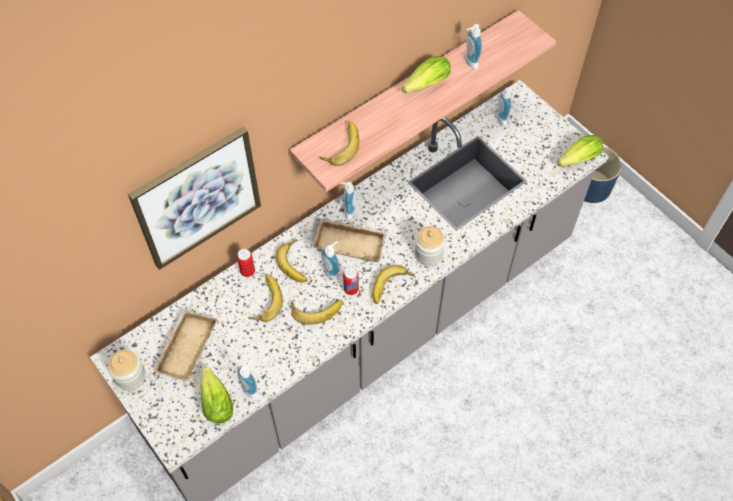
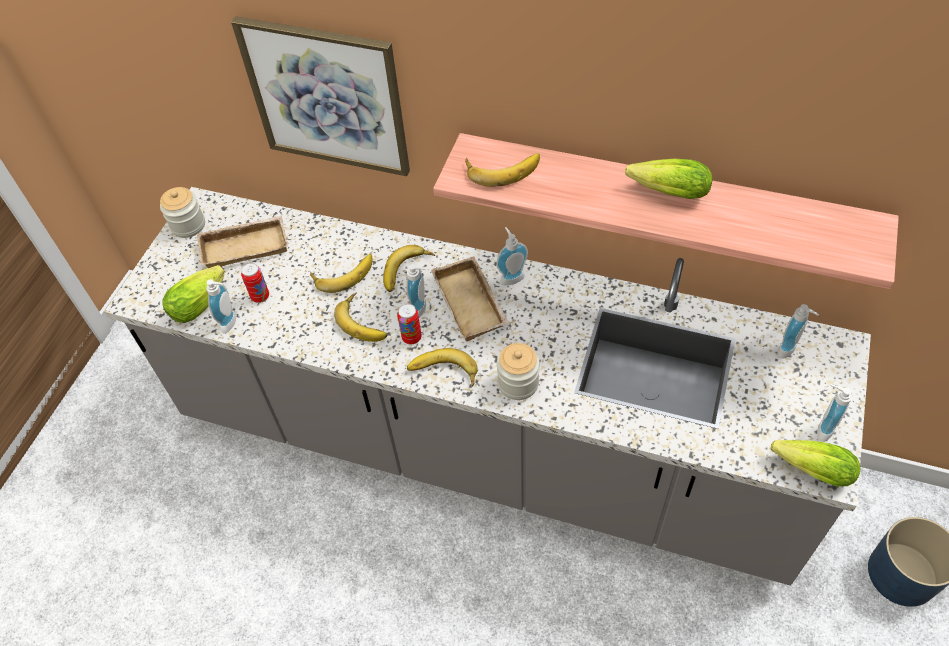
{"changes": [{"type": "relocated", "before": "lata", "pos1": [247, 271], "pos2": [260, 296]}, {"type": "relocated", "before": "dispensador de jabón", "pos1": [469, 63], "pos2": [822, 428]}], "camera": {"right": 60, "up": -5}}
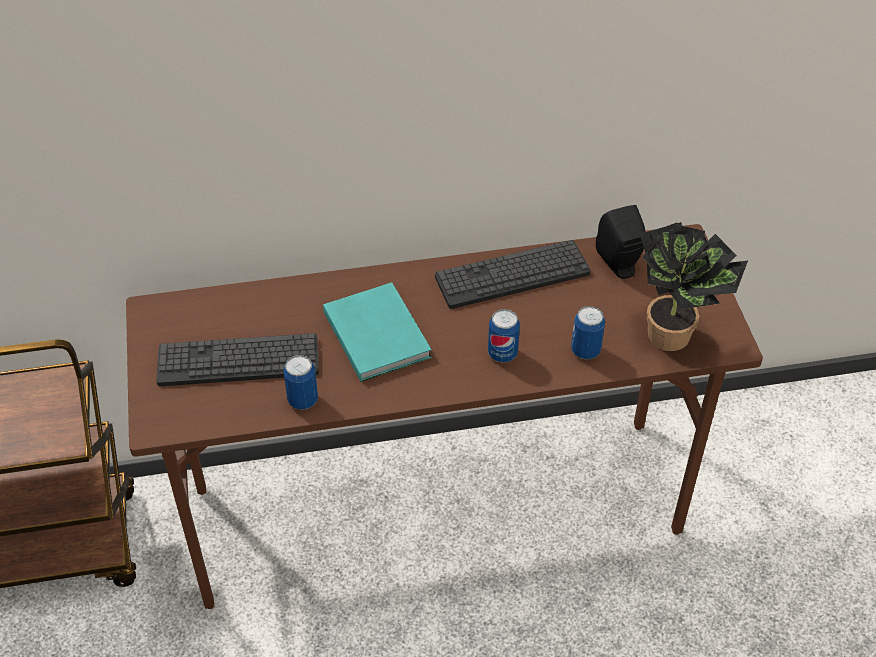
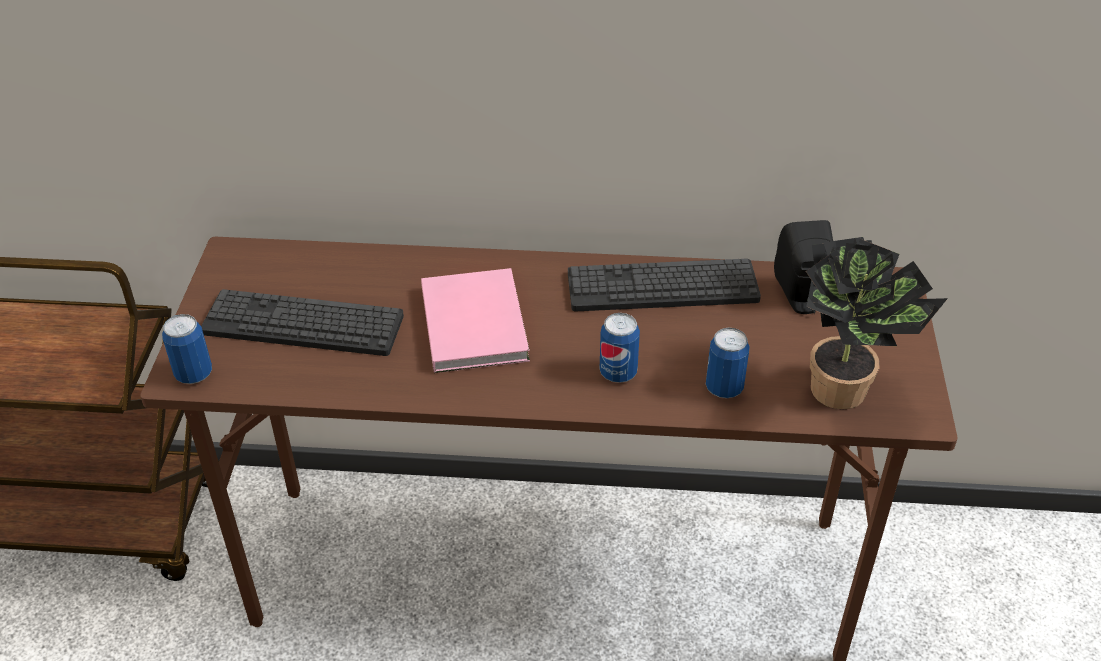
{"changes": [{"type": "relocated", "before": "lata", "pos1": [303, 400], "pos2": [194, 374]}, {"type": "colour", "before": "libro (turquesa)", "after": "libro (rosa)", "pos1": [377, 332], "pos2": [475, 322]}], "camera": {"right": 15, "up": -5}}
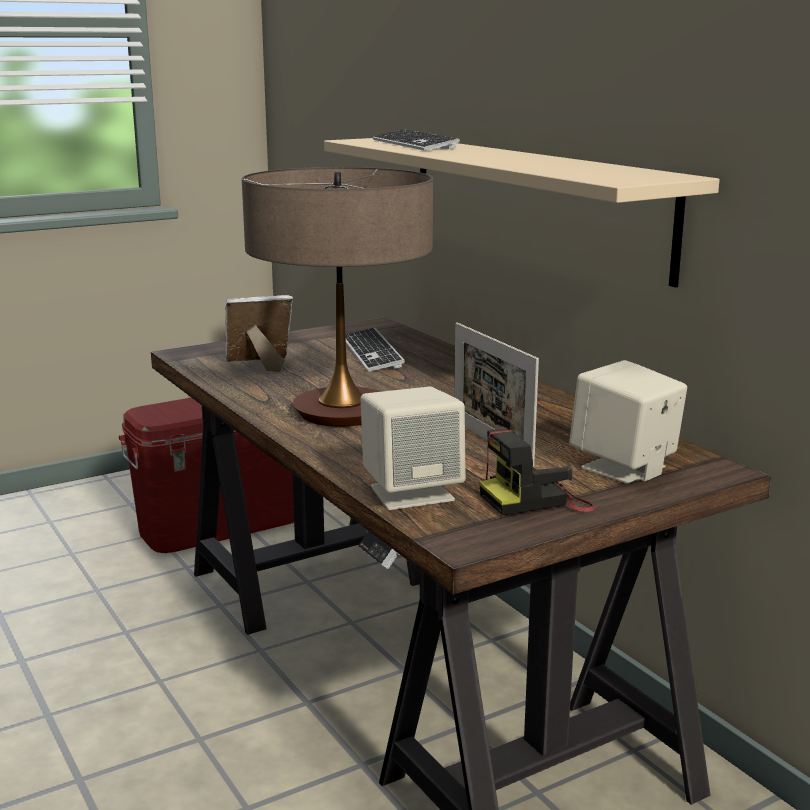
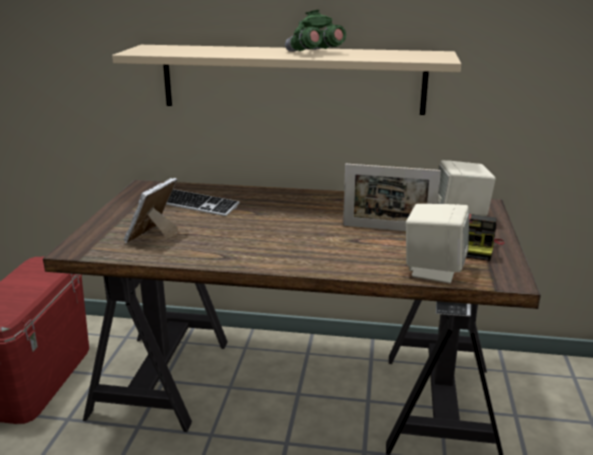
{"changes": [{"type": "appeared", "after": "prismáticos (verde)", "pos2": [314, 53]}, {"type": "missing", "before": "lámpara de mesa", "pos1": [342, 413]}, {"type": "missing", "before": "teclado", "pos1": [414, 144]}], "camera": {"right": -50, "up": 5}}
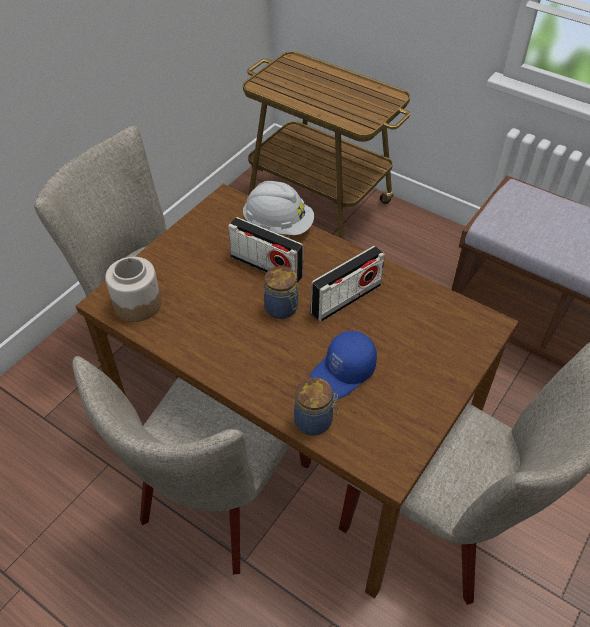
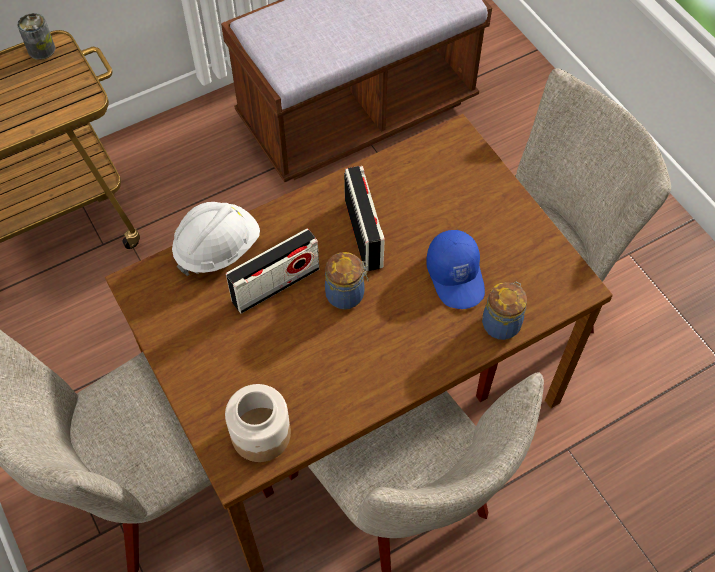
{"changes": [{"type": "appeared", "after": "lata", "pos2": [41, 49]}], "camera": {"right": -65, "up": 10}}
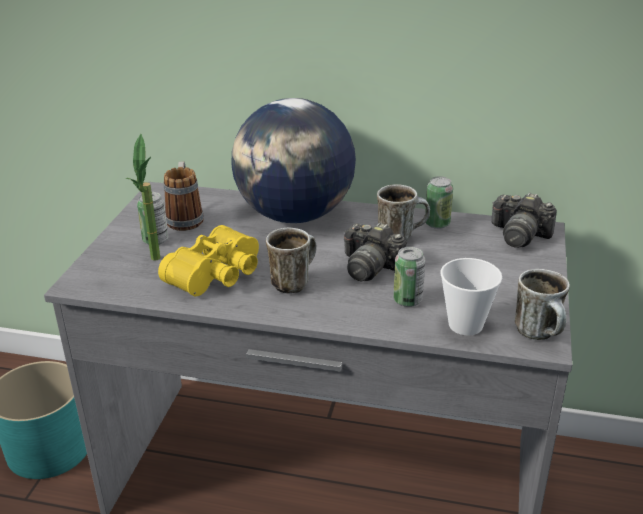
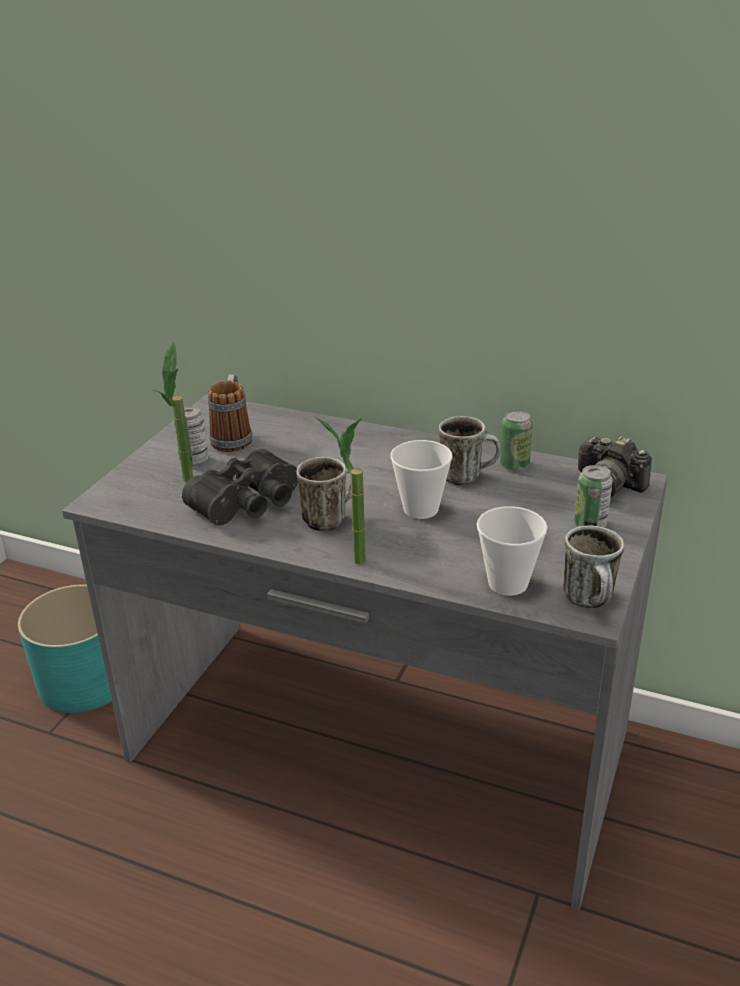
{"changes": [{"type": "colour", "before": "prismáticos (amarillo)", "after": "prismáticos (negro)", "pos1": [218, 275], "pos2": [250, 504]}, {"type": "appeared", "after": "planta en maceta", "pos2": [349, 557]}, {"type": "exchanged", "before": "cámara", "after": "taza", "pos1": [370, 267], "pos2": [421, 509]}, {"type": "relocated", "before": "lata", "pos1": [407, 300], "pos2": [590, 525]}, {"type": "missing", "before": "globo terráqueo", "pos1": [294, 216]}], "camera": {"right": 10, "up": 0}}
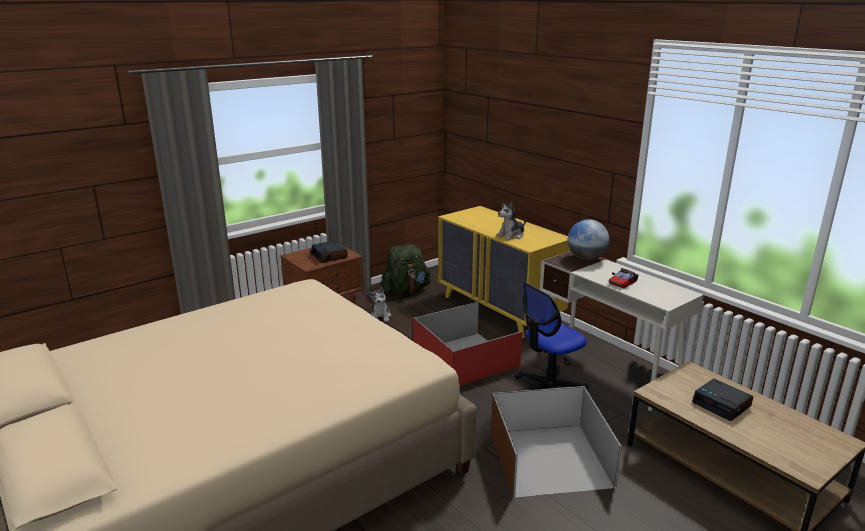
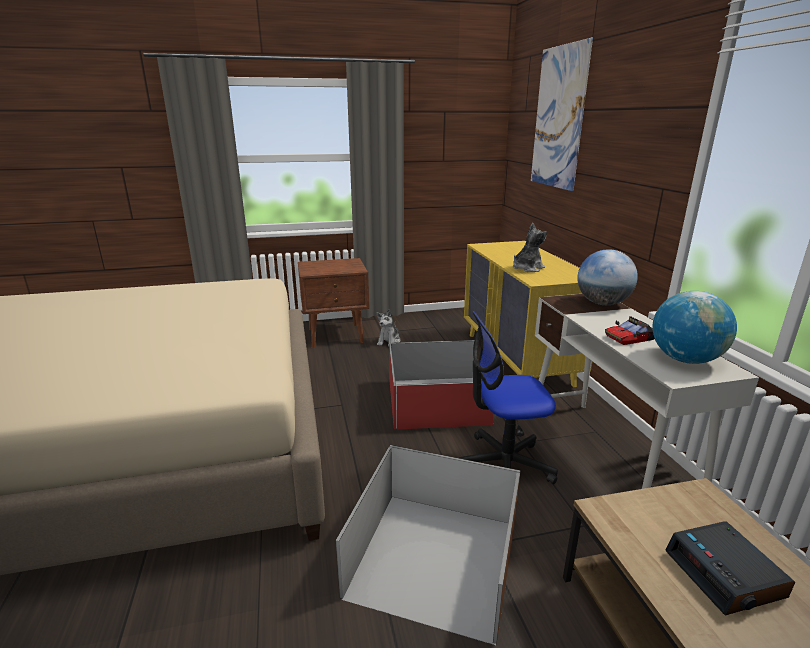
{"changes": [{"type": "spun", "before": "peluche", "pos1": [511, 235], "pos2": [527, 268], "turn": 150}, {"type": "appeared", "after": "cuadro", "pos2": [558, 118]}, {"type": "appeared", "after": "globo terráqueo", "pos2": [685, 359]}, {"type": "missing", "before": "despertador", "pos1": [329, 256]}, {"type": "missing", "before": "mochila (verde)", "pos1": [405, 291]}], "camera": {"right": 25, "up": 0}}
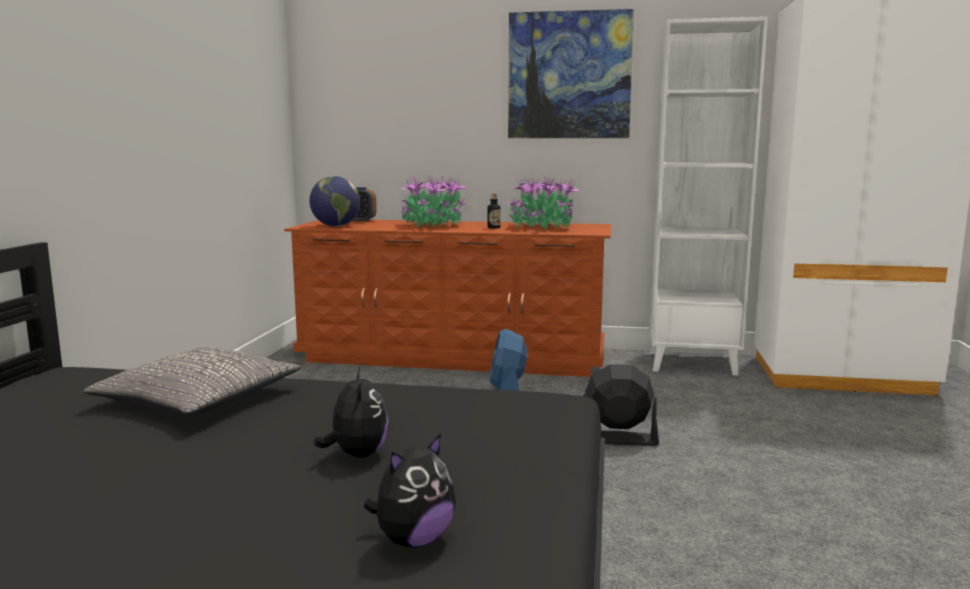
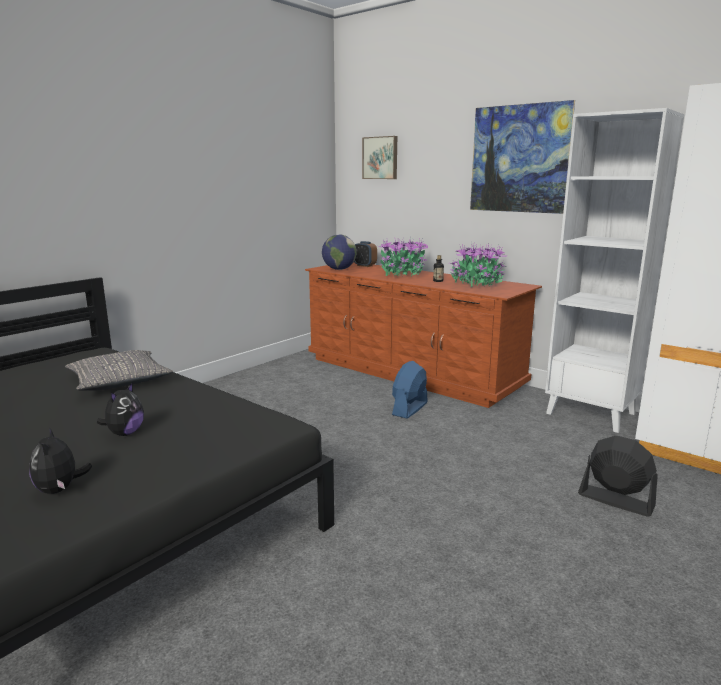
{"changes": [{"type": "spun", "before": "peluche", "pos1": [413, 540], "pos2": [60, 489], "turn": 90}, {"type": "appeared", "after": "cuadro", "pos2": [380, 158]}, {"type": "relocated", "before": "ventilador (negro)", "pos1": [617, 439], "pos2": [615, 500]}], "camera": {"right": 30, "up": 5}}
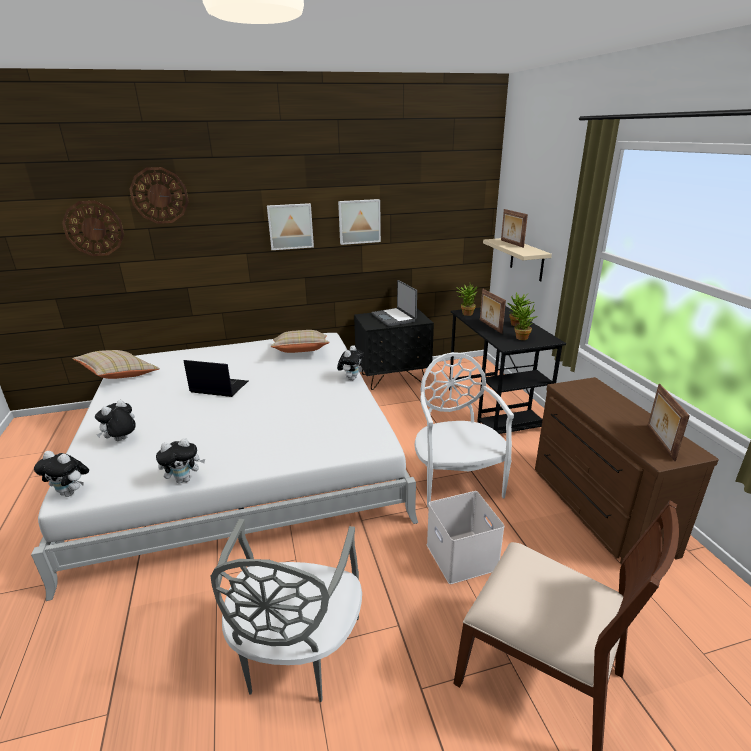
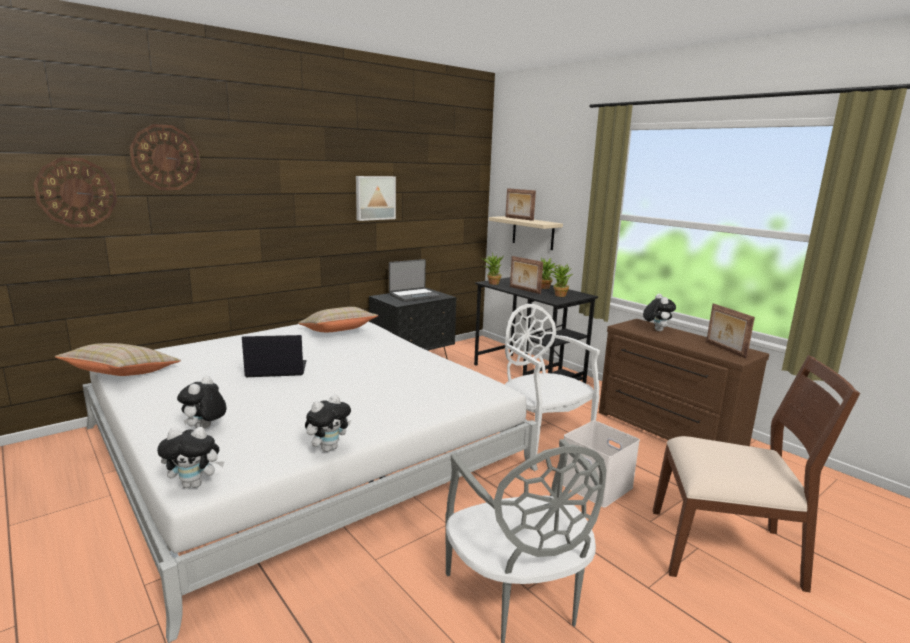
{"changes": [{"type": "spun", "before": "portátil", "pos1": [394, 318], "pos2": [414, 296], "turn": -75}, {"type": "relocated", "before": "peluche", "pos1": [351, 378], "pos2": [656, 330]}, {"type": "missing", "before": "cuadro", "pos1": [290, 226]}], "camera": {"right": -25, "up": -10}}
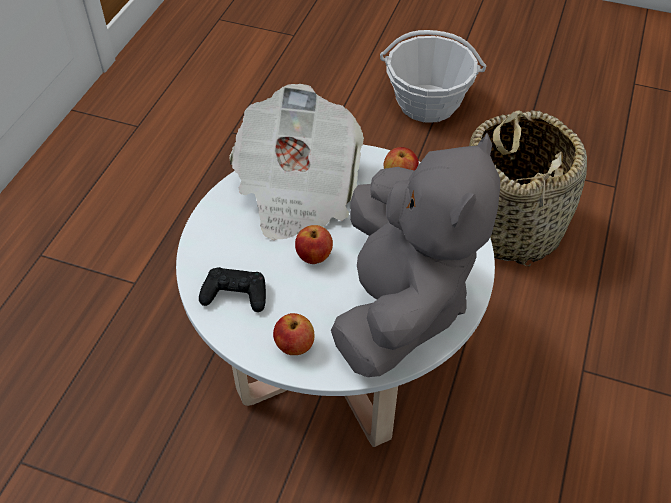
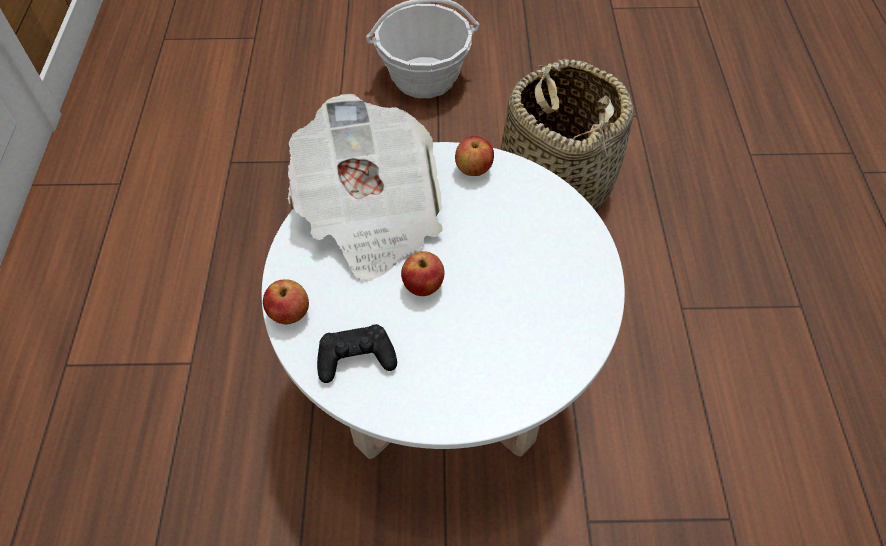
{"changes": [{"type": "relocated", "before": "manzana", "pos1": [294, 346], "pos2": [289, 314]}, {"type": "missing", "before": "peluche (gris)", "pos1": [399, 305]}], "camera": {"right": -20, "up": 5}}
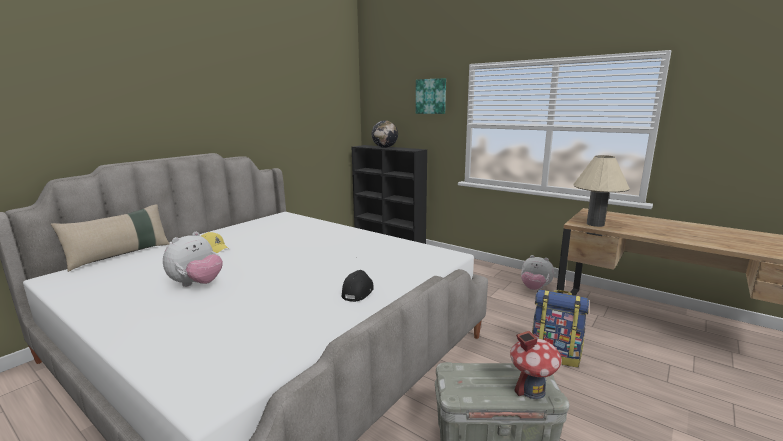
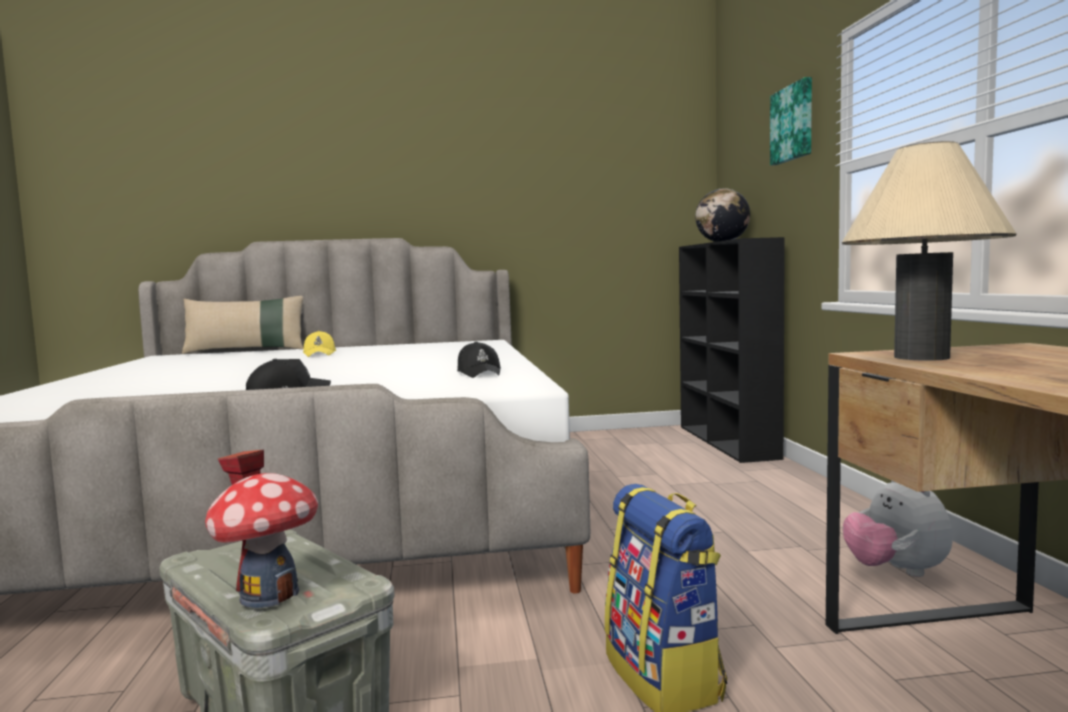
{"changes": [{"type": "appeared", "after": "gorra (negro)", "pos2": [479, 373]}, {"type": "missing", "before": "peluche", "pos1": [197, 284]}], "camera": {"right": 45, "up": -10}}
